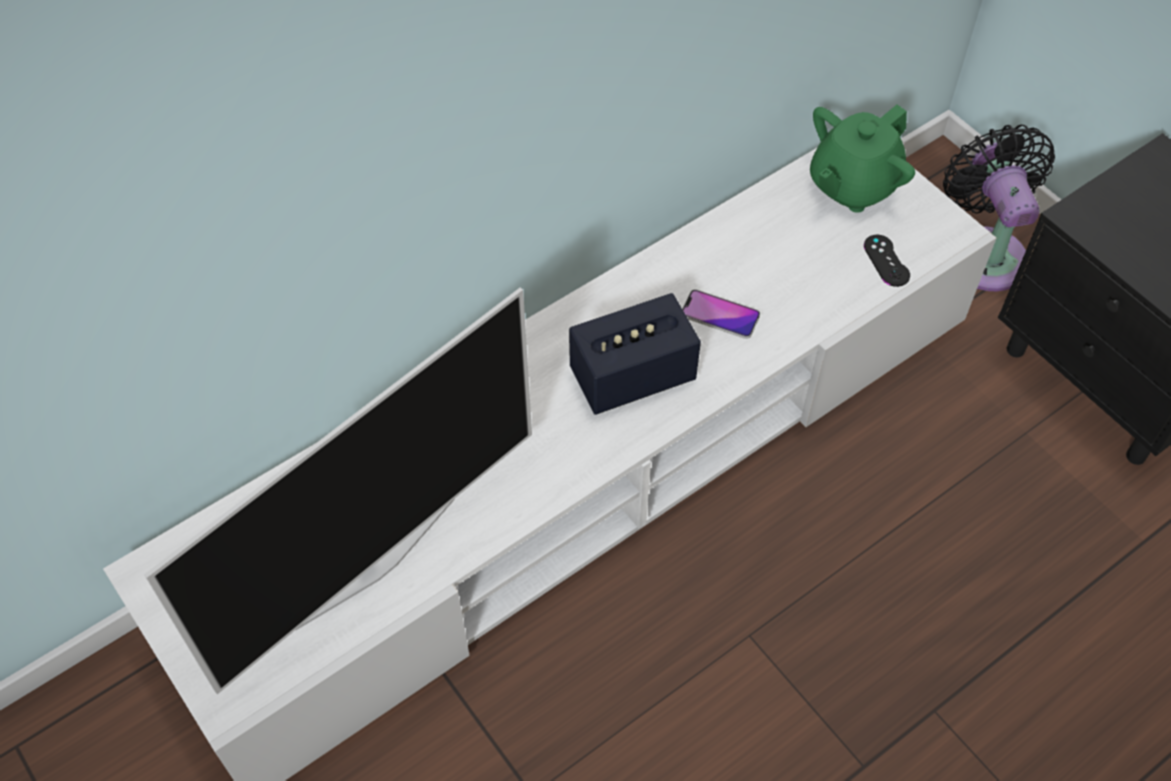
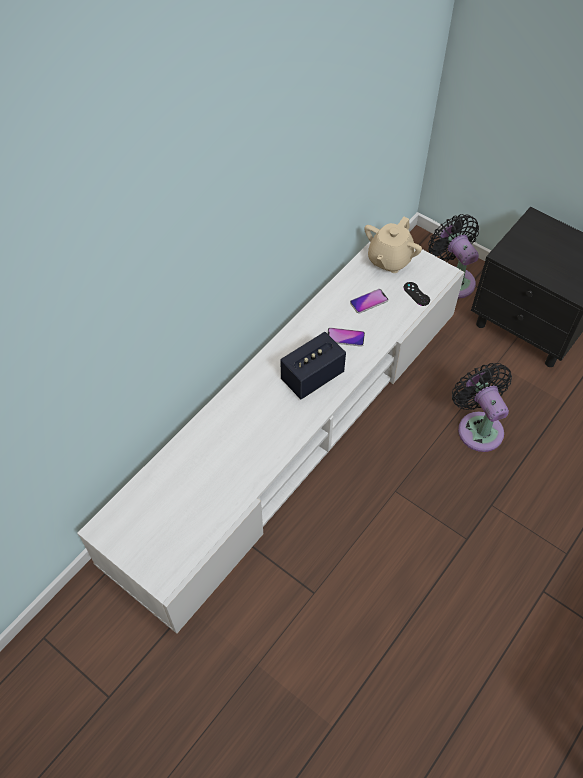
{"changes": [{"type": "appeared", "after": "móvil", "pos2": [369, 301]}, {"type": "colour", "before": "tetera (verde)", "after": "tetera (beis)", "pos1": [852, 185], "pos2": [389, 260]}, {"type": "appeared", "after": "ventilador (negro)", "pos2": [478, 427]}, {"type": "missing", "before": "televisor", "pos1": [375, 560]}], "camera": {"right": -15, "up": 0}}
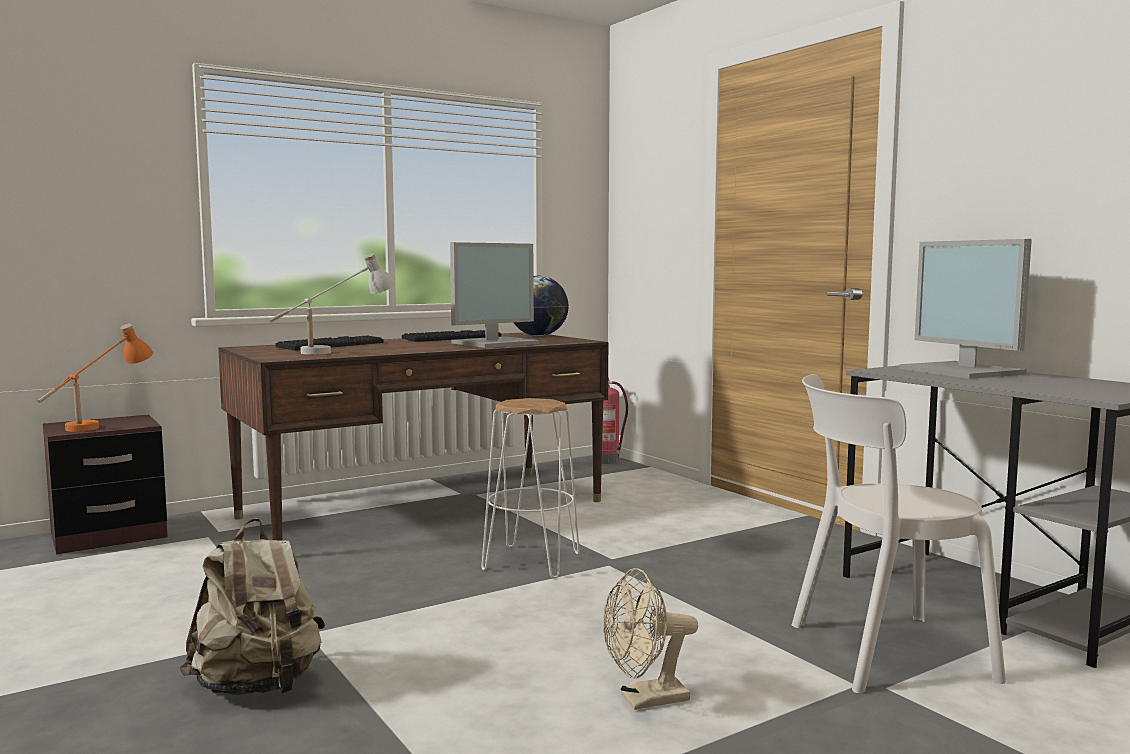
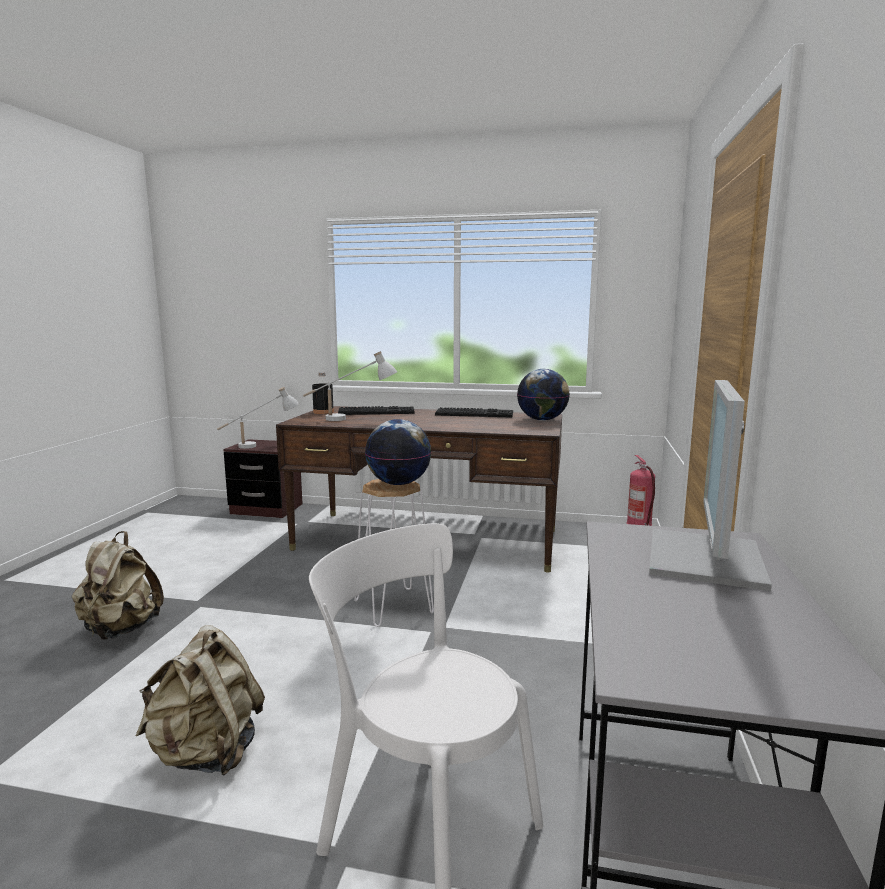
{"changes": [{"type": "exchanged", "before": "ventilador (beis)", "after": "mochila (beis)", "pos1": [645, 700], "pos2": [207, 753]}, {"type": "colour", "before": "lámpara de mesa (naranja)", "after": "lámpara de mesa (blanco)", "pos1": [100, 425], "pos2": [260, 445]}, {"type": "appeared", "after": "botella (negro)", "pos2": [323, 412]}, {"type": "appeared", "after": "globo terráqueo", "pos2": [399, 483]}, {"type": "missing", "before": "monitor", "pos1": [496, 343]}], "camera": {"right": 45, "up": 5}}
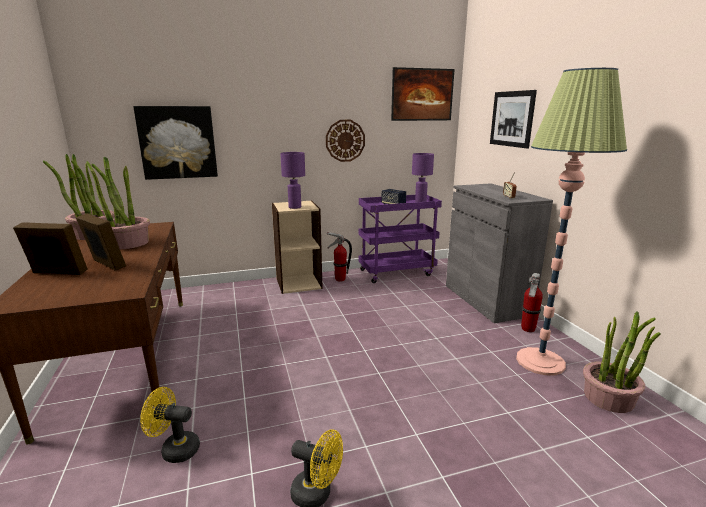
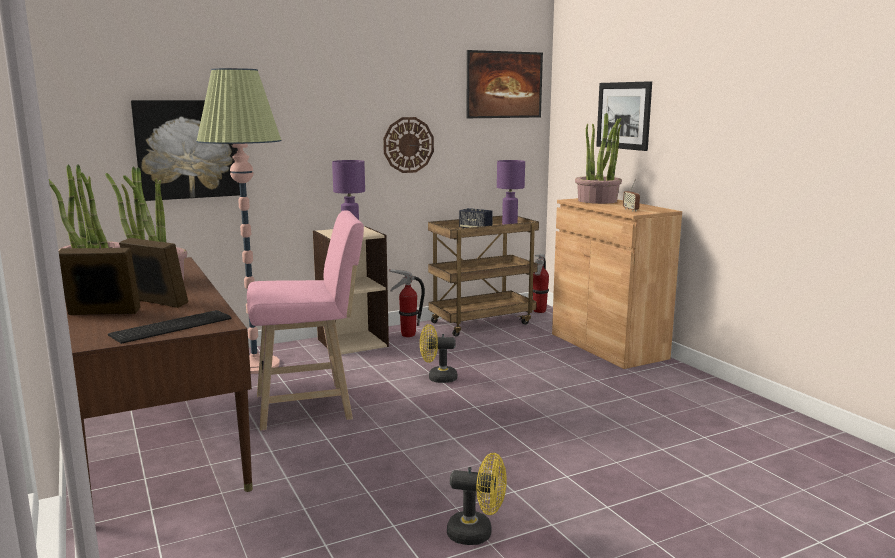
{"changes": [{"type": "appeared", "after": "teclado", "pos2": [169, 326]}, {"type": "relocated", "before": "lámpara de pie", "pos1": [540, 361], "pos2": [255, 365]}, {"type": "appeared", "after": "taburete (rosa)", "pos2": [310, 407]}, {"type": "relocated", "before": "ventilador (amarillo)", "pos1": [175, 449], "pos2": [437, 378]}, {"type": "colour", "before": "carrito (morado)", "after": "carrito (marrón)", "pos1": [397, 272], "pos2": [482, 322]}, {"type": "relocated", "before": "extintor", "pos1": [528, 329], "pos2": [539, 311]}, {"type": "colour", "before": "armario (gris)", "after": "armario (marrón)", "pos1": [486, 300], "pos2": [608, 346]}, {"type": "relocated", "before": "planta en maceta", "pos1": [609, 398], "pos2": [597, 201]}], "camera": {"right": -10, "up": -5}}
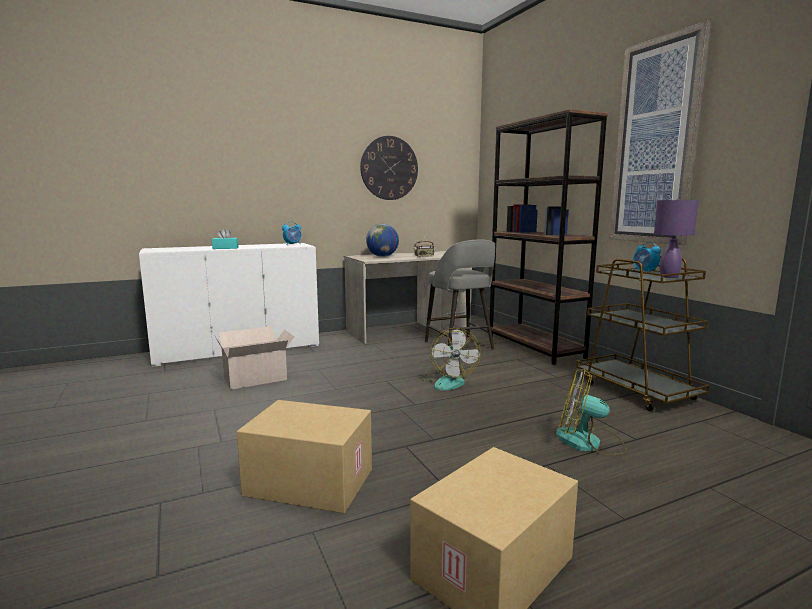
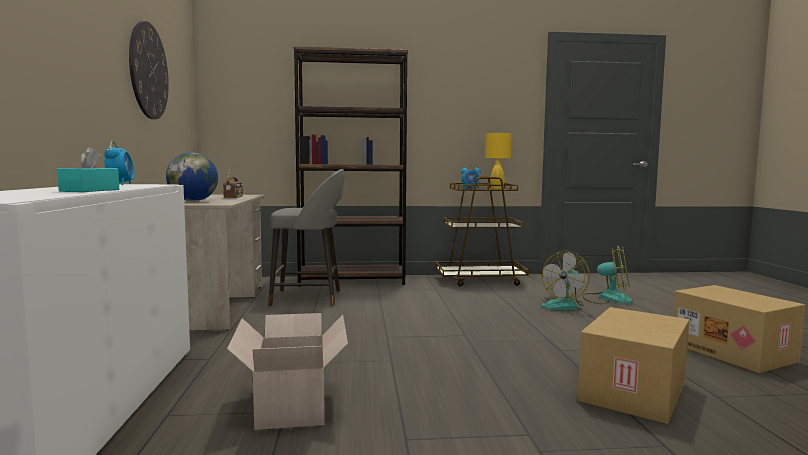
{"changes": [{"type": "colour", "before": "lámpara de mesa (morado)", "after": "lámpara de mesa (amarillo)", "pos1": [669, 276], "pos2": [497, 188]}, {"type": "relocated", "before": "ventilador", "pos1": [448, 381], "pos2": [607, 298]}, {"type": "missing", "before": "cuadro", "pos1": [656, 143]}], "camera": {"right": -70, "up": -5}}
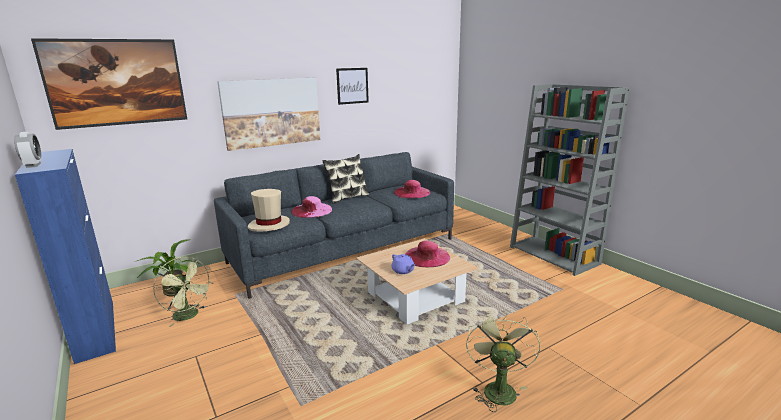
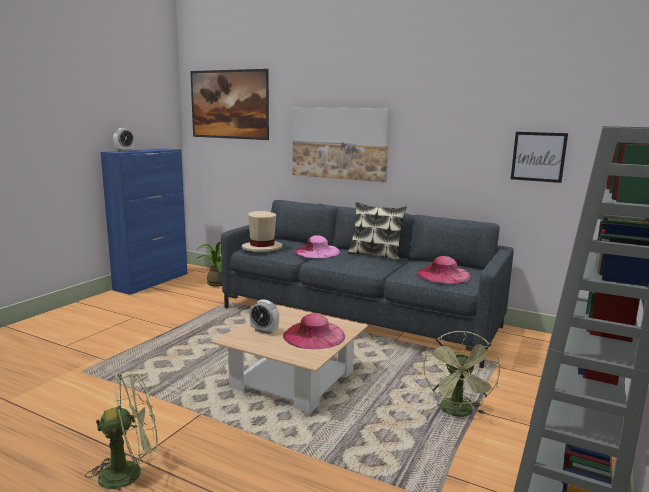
{"changes": [{"type": "exchanged", "before": "tetera (morado)", "after": "despertador", "pos1": [403, 271], "pos2": [264, 331]}, {"type": "relocated", "before": "ventilador (verde)", "pos1": [189, 316], "pos2": [458, 413]}, {"type": "relocated", "before": "cuadro", "pos1": [352, 86], "pos2": [538, 156]}], "camera": {"right": 60, "up": -5}}
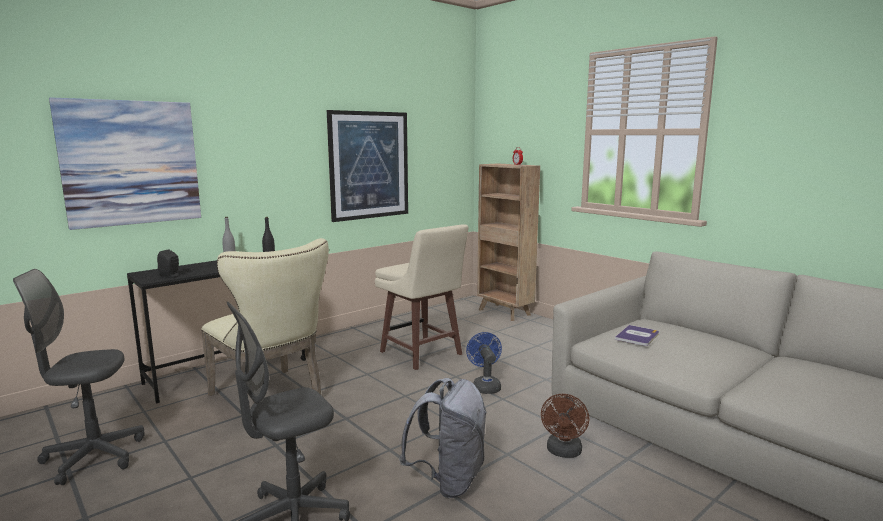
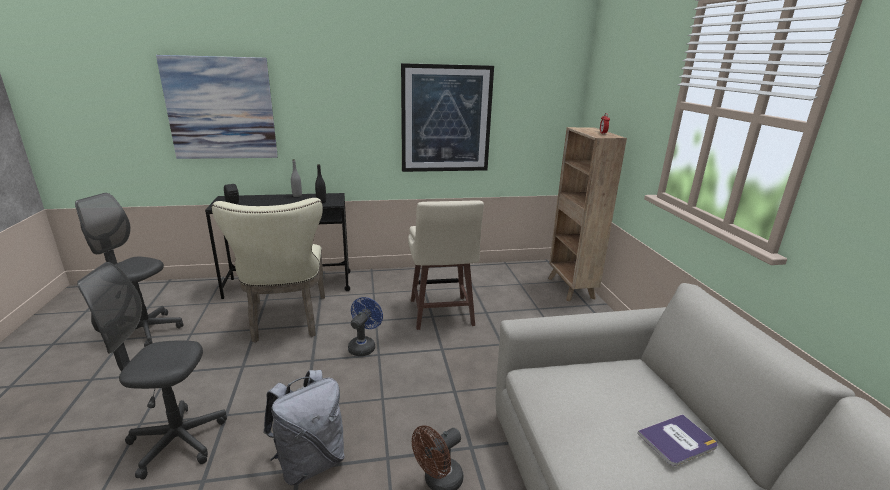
{"changes": [{"type": "relocated", "before": "ventilador (azul)", "pos1": [485, 386], "pos2": [364, 346]}, {"type": "relocated", "before": "libro", "pos1": [637, 336], "pos2": [677, 440]}], "camera": {"right": 30, "up": 10}}
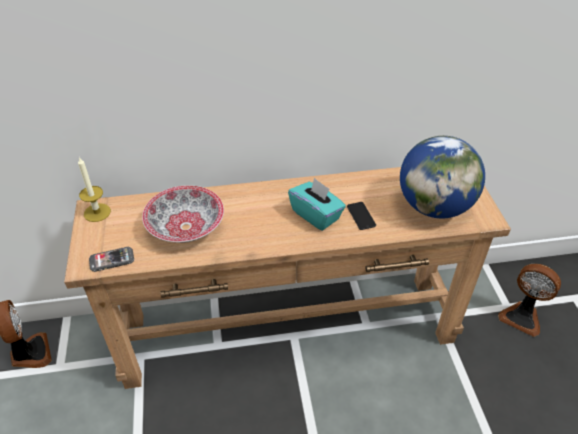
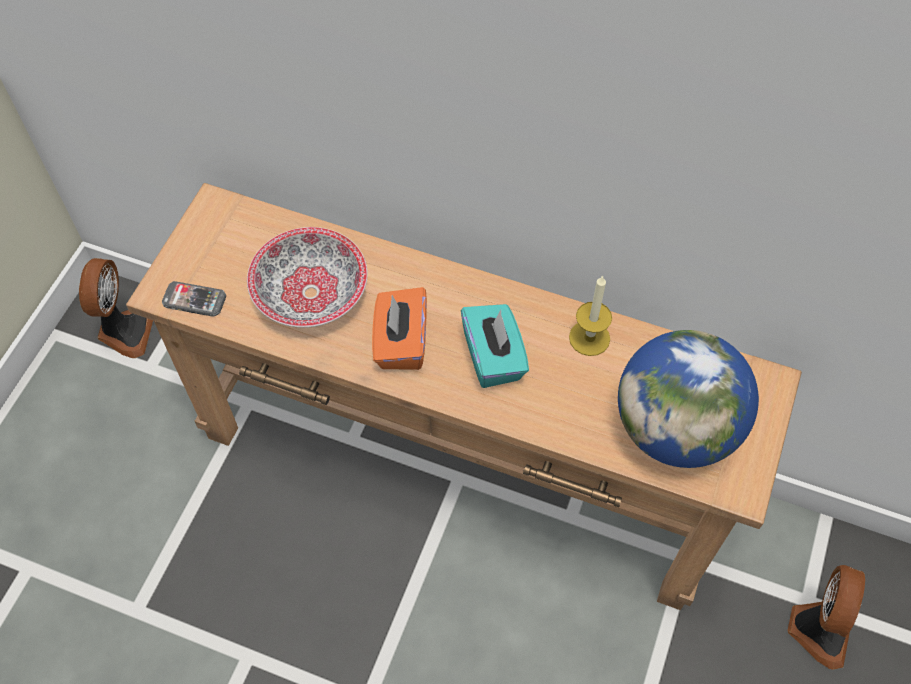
{"changes": [{"type": "appeared", "after": "caja de pañuelos (naranja)", "pos2": [401, 343]}, {"type": "relocated", "before": "vela", "pos1": [97, 212], "pos2": [589, 338]}, {"type": "spun", "before": "ventilador", "pos1": [522, 317], "pos2": [818, 629], "turn": -135}, {"type": "missing", "before": "móvil", "pos1": [361, 216]}], "camera": {"right": 30, "up": 15}}
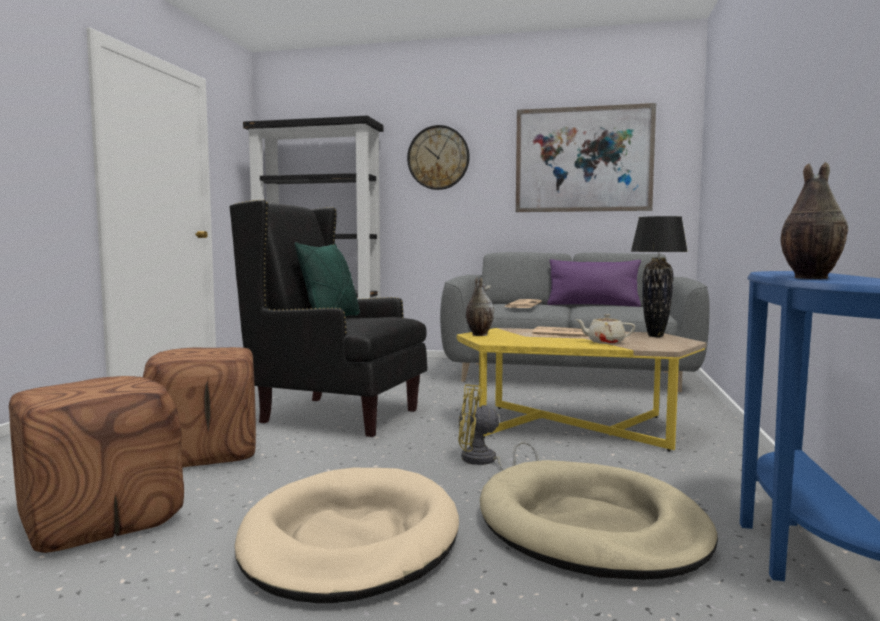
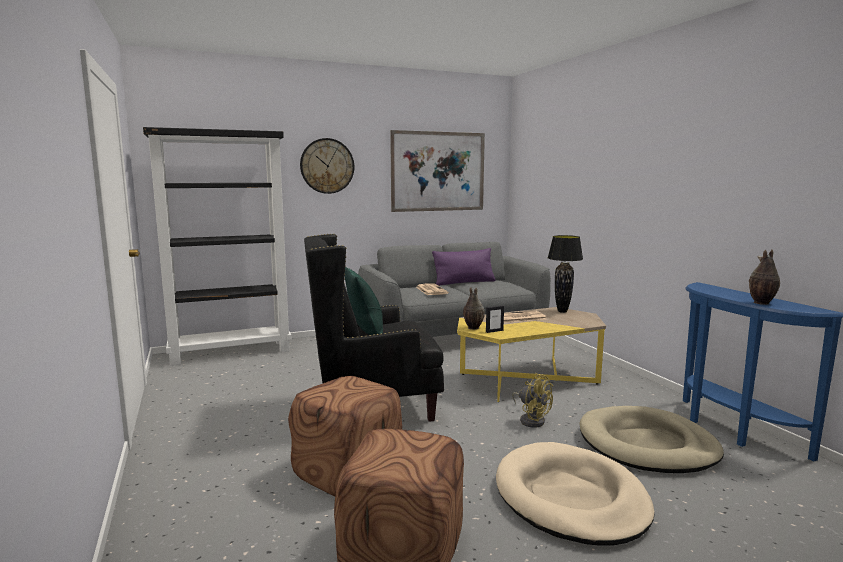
{"changes": [{"type": "appeared", "after": "portarretratos", "pos2": [494, 331]}, {"type": "spun", "before": "ventilador (amarillo)", "pos1": [484, 461], "pos2": [531, 420], "turn": -105}, {"type": "missing", "before": "tetera (beis)", "pos1": [605, 342]}], "camera": {"right": -35, "up": 5}}
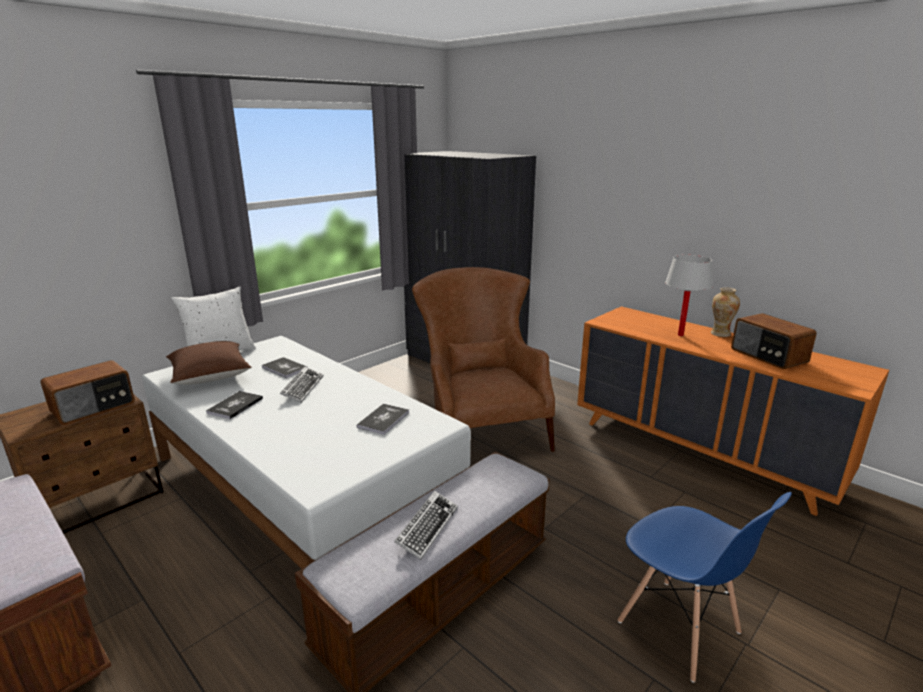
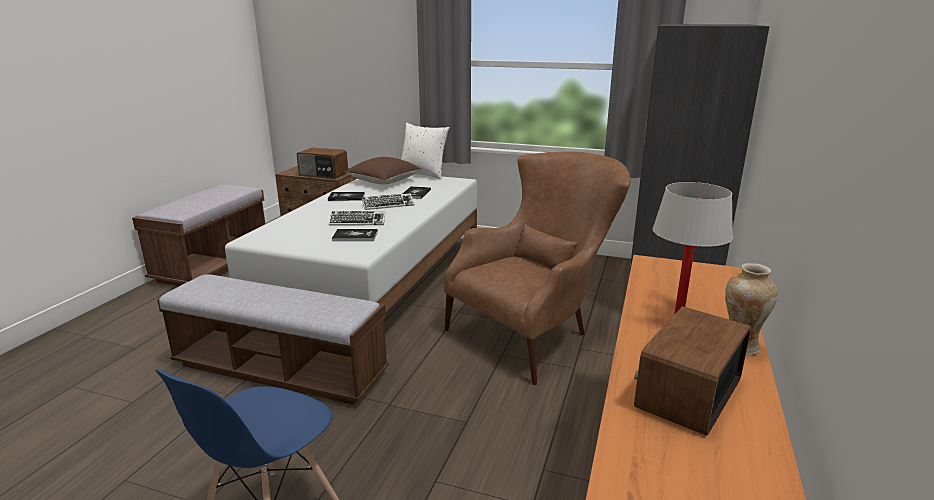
{"changes": [{"type": "relocated", "before": "teclado", "pos1": [427, 528], "pos2": [357, 222]}], "camera": {"right": 65, "up": 0}}
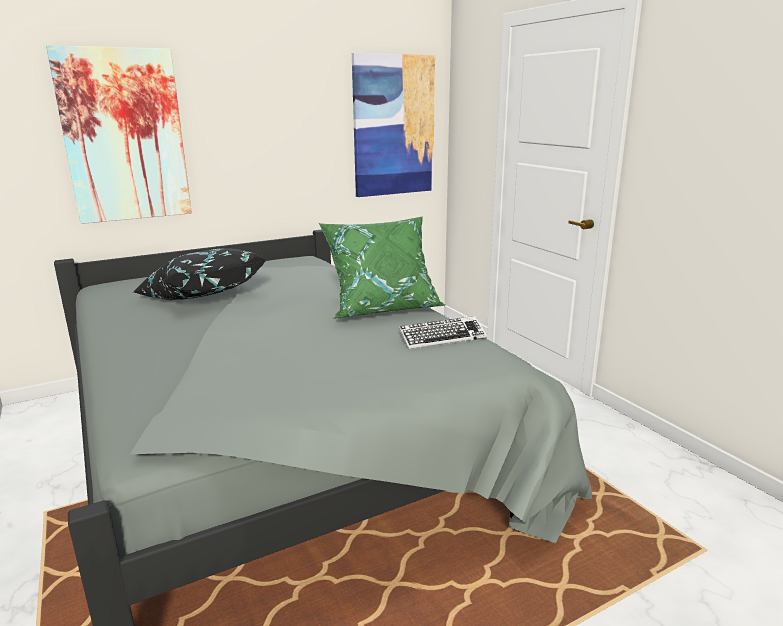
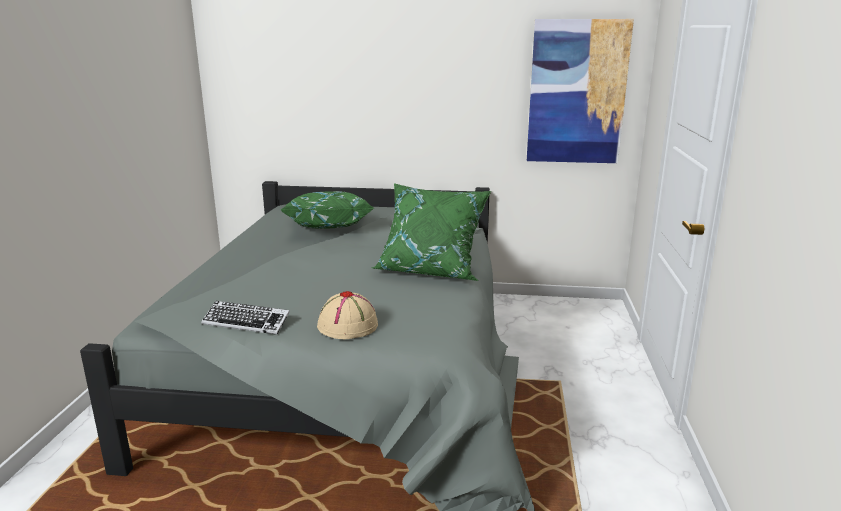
{"changes": [{"type": "relocated", "before": "teclado", "pos1": [442, 338], "pos2": [246, 322]}, {"type": "colour", "before": "cojín (negro)", "after": "cojín (verde)", "pos1": [201, 298], "pos2": [328, 229]}, {"type": "appeared", "after": "sombrero (beis)", "pos2": [348, 326]}, {"type": "missing", "before": "cuadro", "pos1": [124, 136]}], "camera": {"right": 35, "up": 0}}
